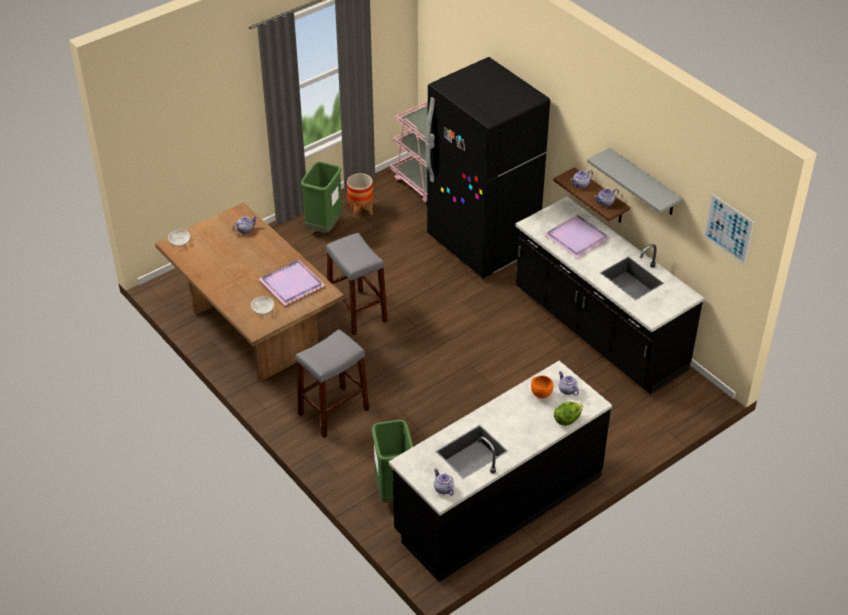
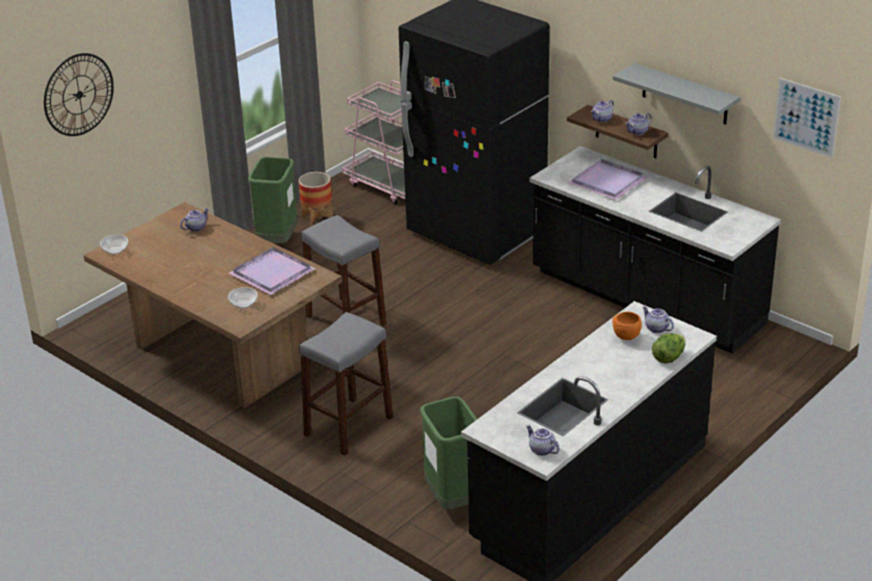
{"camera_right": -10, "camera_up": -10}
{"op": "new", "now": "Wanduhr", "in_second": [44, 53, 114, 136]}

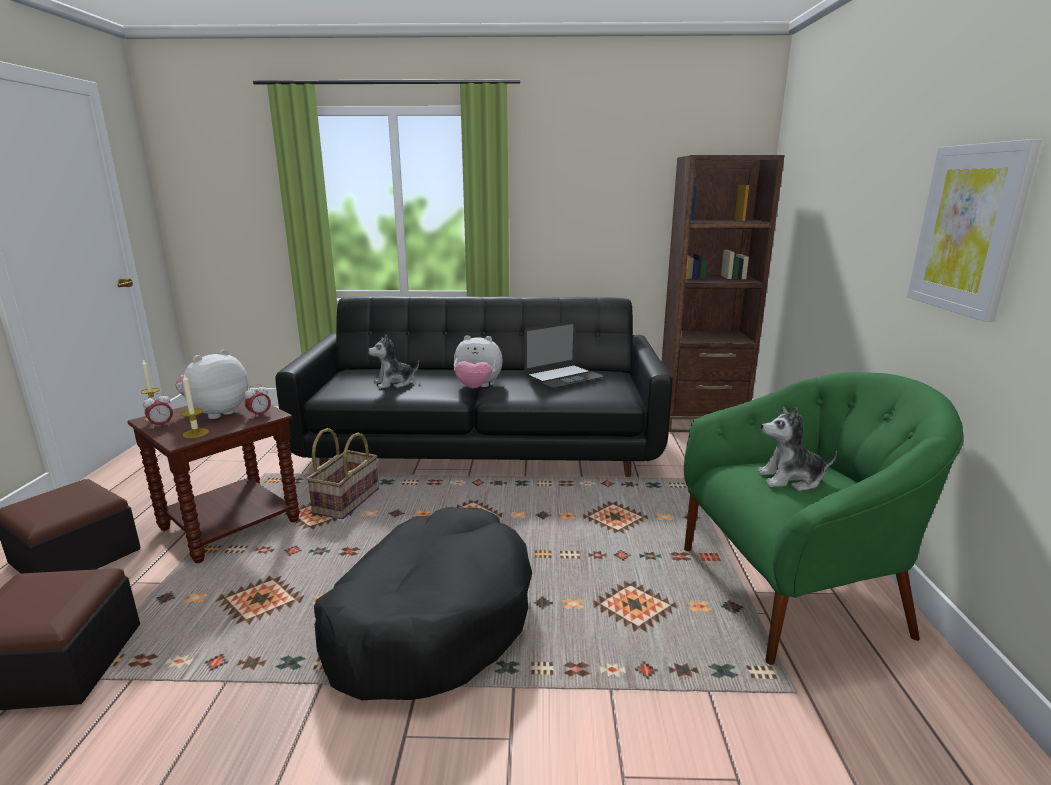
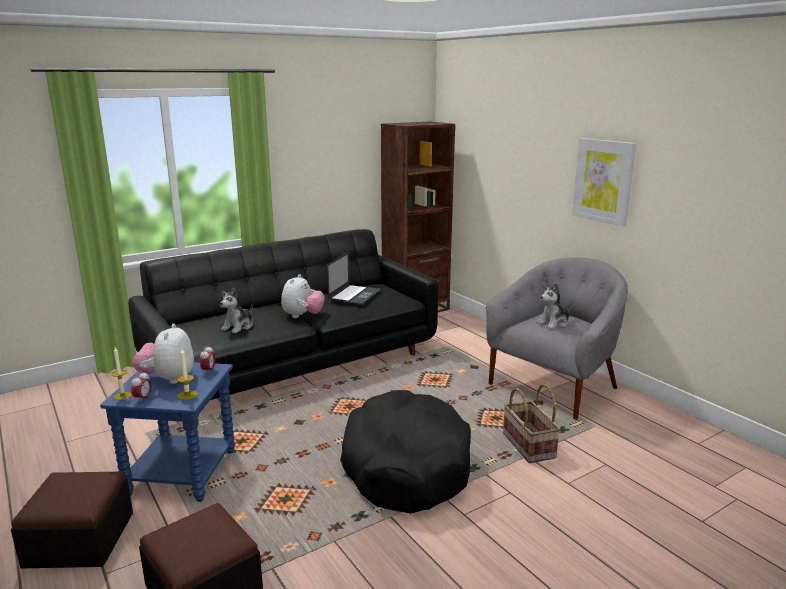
{"camera_right": -35, "camera_up": 0}
{"op": "shifted", "was": "Korb", "in_first": [306, 428, 379, 519], "in_second": [503, 384, 561, 463]}
{"op": "repainted", "was": "Beistelltisch [braun]", "now": "Beistelltisch [blau]", "in_first": [128, 398, 300, 563], "in_second": [100, 362, 235, 502]}
{"op": "repainted", "was": "Sessel [grün]", "now": "Sessel [grau]", "in_first": [684, 372, 964, 665], "in_second": [486, 257, 628, 420]}
{"op": "rotated", "was": "Plüschtier", "in_first": [454, 335, 503, 388], "in_second": [281, 274, 325, 318], "clockwise": -45}

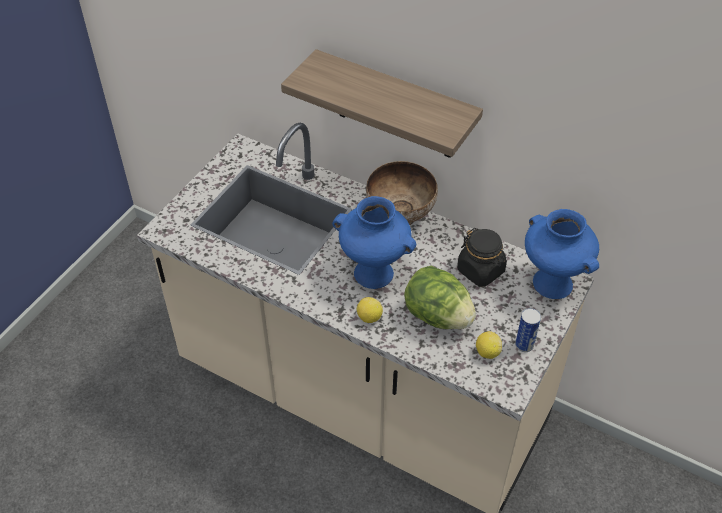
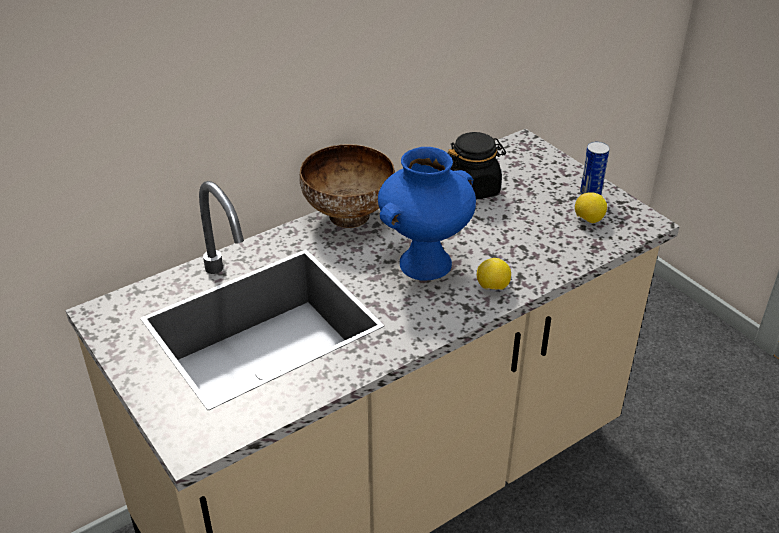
{"camera_right": -65, "camera_up": -10}
{"op": "gone", "was": "Wandregal", "in_first": [281, 49, 483, 158]}
{"op": "gone", "was": "Salatkopf", "in_first": [404, 266, 476, 329]}
{"op": "gone", "was": "Vase [blau]", "in_first": [525, 209, 599, 299]}

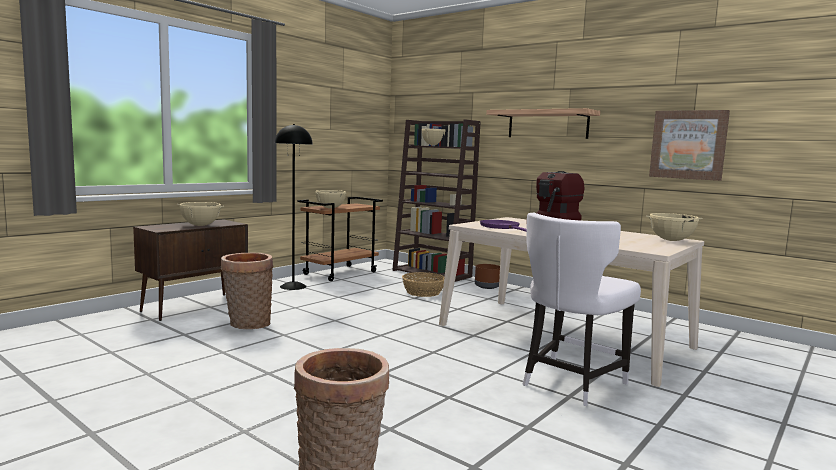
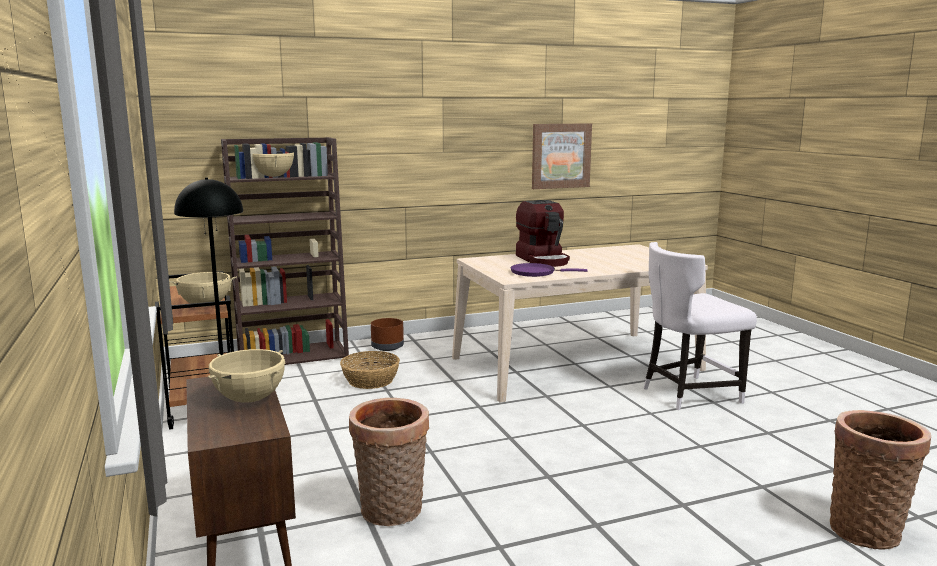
{"camera_right": -60, "camera_up": 5}
{"op": "gone", "was": "Wandregal", "in_first": [486, 108, 600, 139]}
{"op": "gone", "was": "Kochtopf [beige]", "in_first": [646, 213, 702, 241]}
{"op": "rotated", "was": "Stuhl [weiß]", "in_first": [522, 212, 641, 406], "in_second": [644, 242, 757, 410], "clockwise": 90}

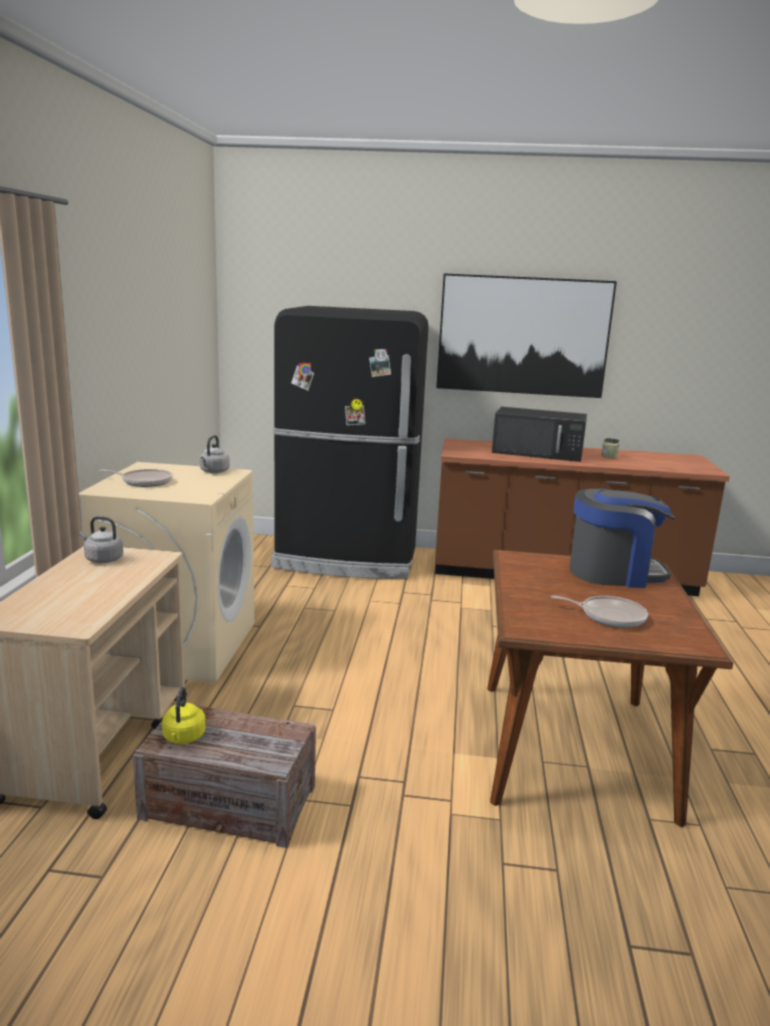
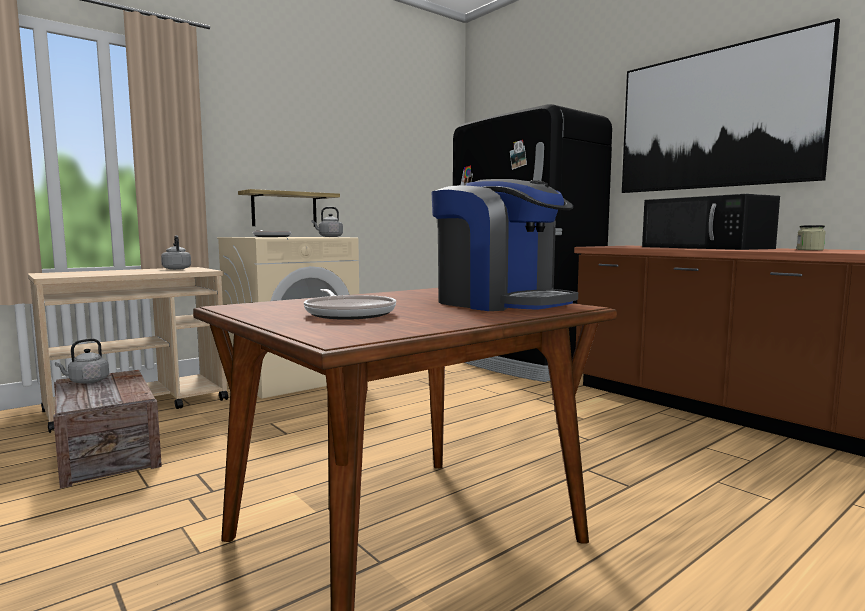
{"camera_right": 45, "camera_up": -10}
{"op": "new", "now": "Wandregal", "in_second": [238, 189, 340, 227]}
{"op": "repainted", "was": "Wasserkessel [gelb]", "now": "Wasserkessel [grau]", "in_first": [162, 687, 205, 744], "in_second": [55, 338, 109, 384]}

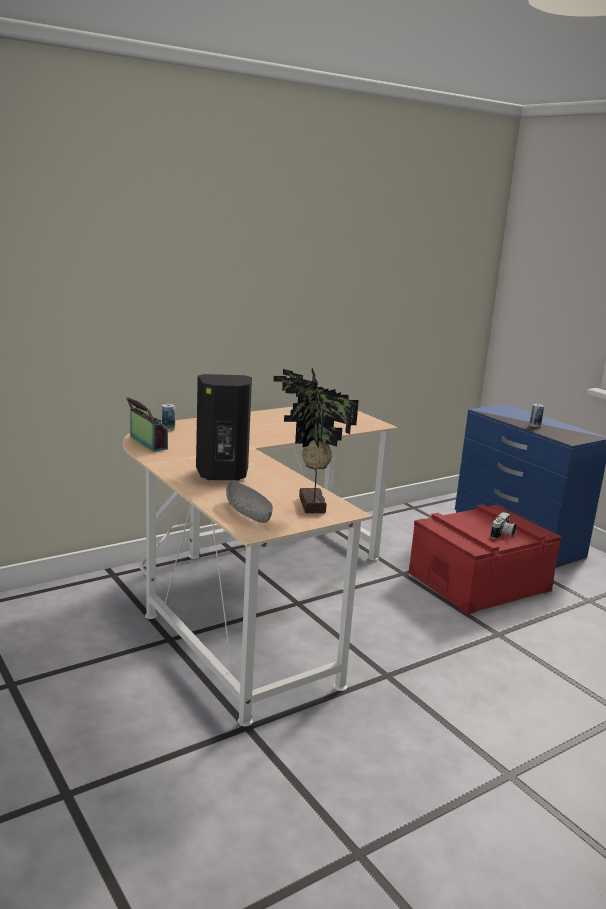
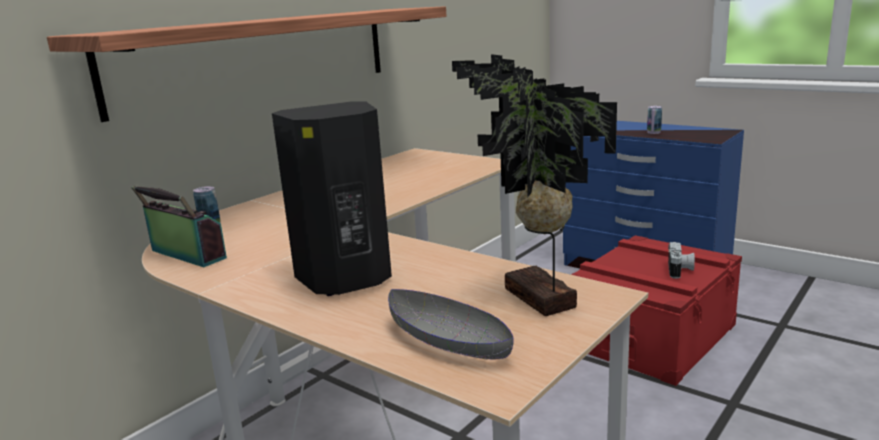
{"camera_right": -15, "camera_up": 0}
{"op": "new", "now": "Wandregal", "in_second": [47, 6, 446, 122]}

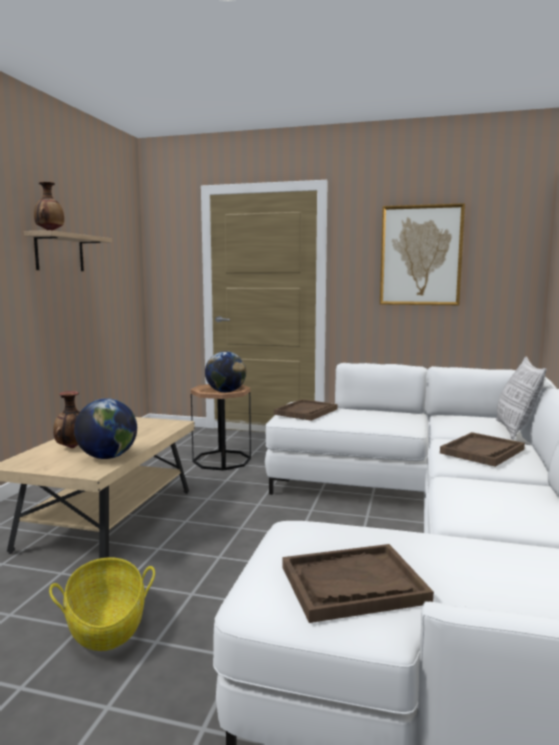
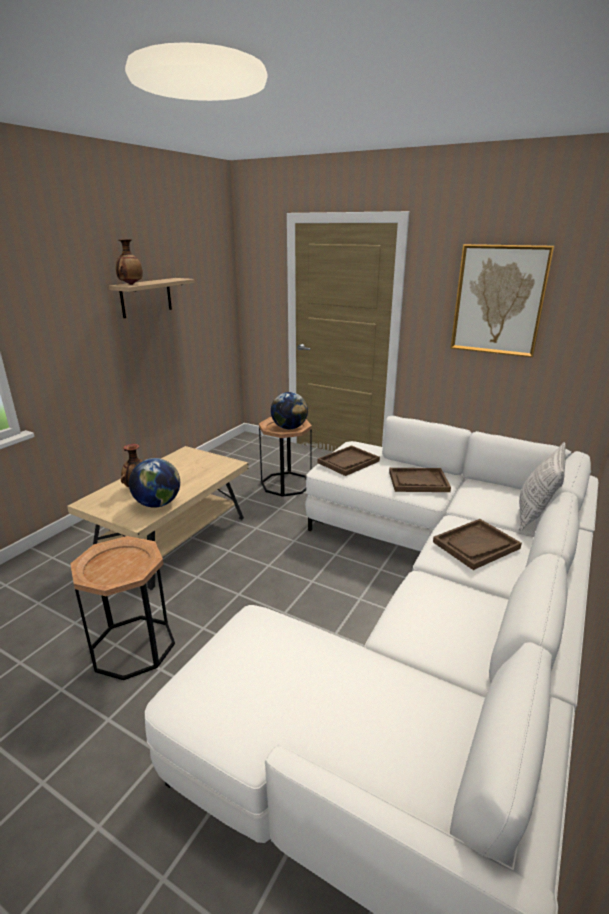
{"camera_right": 15, "camera_up": 15}
{"op": "shifted", "was": "Tablett [braun]", "in_first": [283, 544, 434, 623], "in_second": [389, 468, 451, 492]}
{"op": "swapped", "was": "Korb", "now": "Beistelltisch [braun]", "in_first": [49, 557, 155, 651], "in_second": [70, 536, 175, 680]}

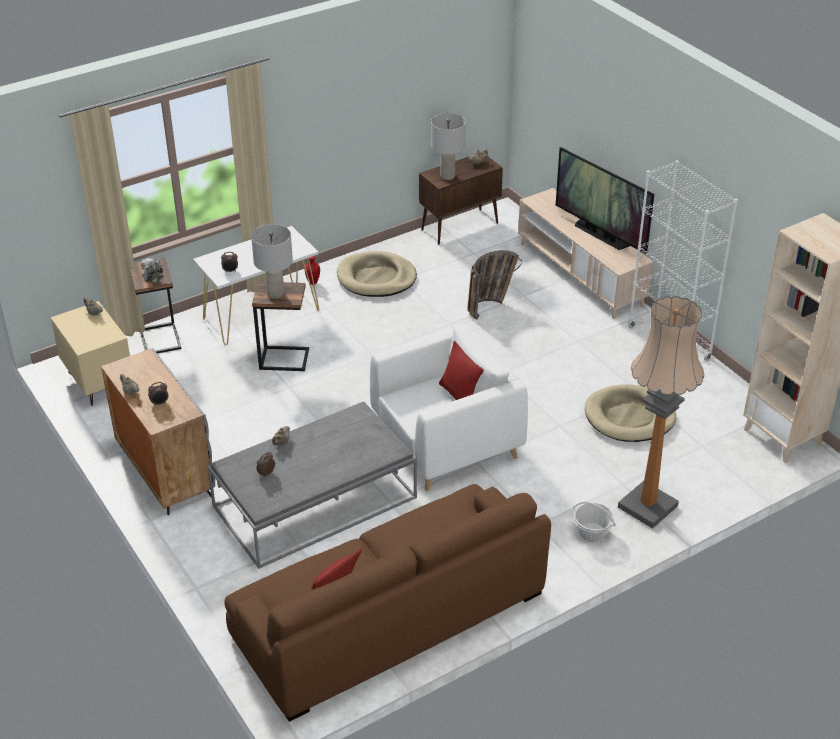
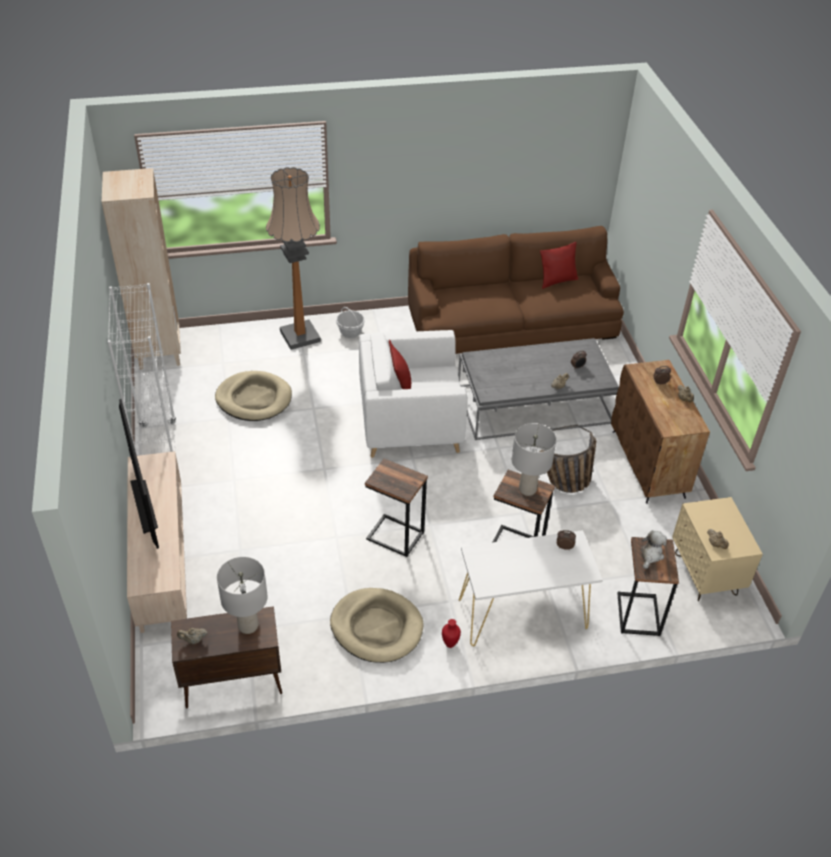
{"camera_right": -160, "camera_up": 5}
{"op": "new", "now": "Beistelltisch", "in_second": [365, 458, 428, 557]}
{"op": "shifted", "was": "Korb", "in_first": [467, 250, 522, 320], "in_second": [539, 425, 596, 493]}
{"op": "repainted", "was": "Schrank [grau]", "now": "Schrank [braun]", "in_first": [101, 348, 215, 515], "in_second": [611, 360, 710, 504]}

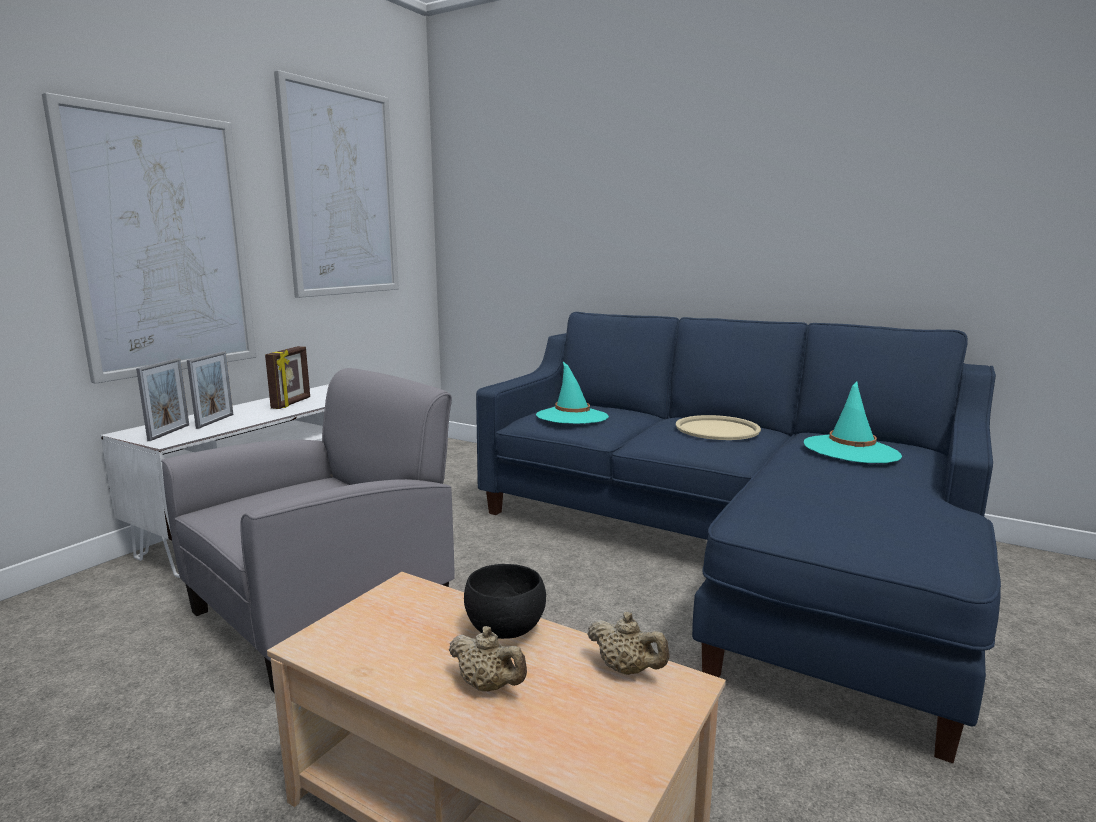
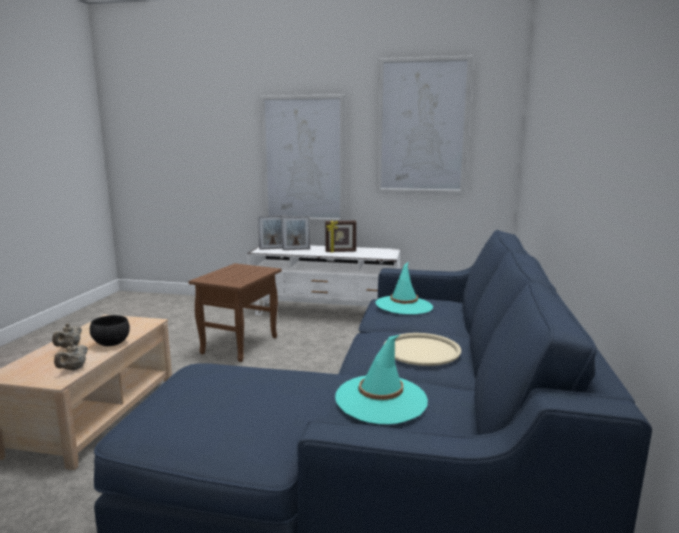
{"camera_right": 70, "camera_up": 0}
{"op": "swapped", "was": "Sessel [grau]", "now": "Beistelltisch [braun]", "in_first": [161, 368, 455, 692], "in_second": [188, 263, 282, 362]}

